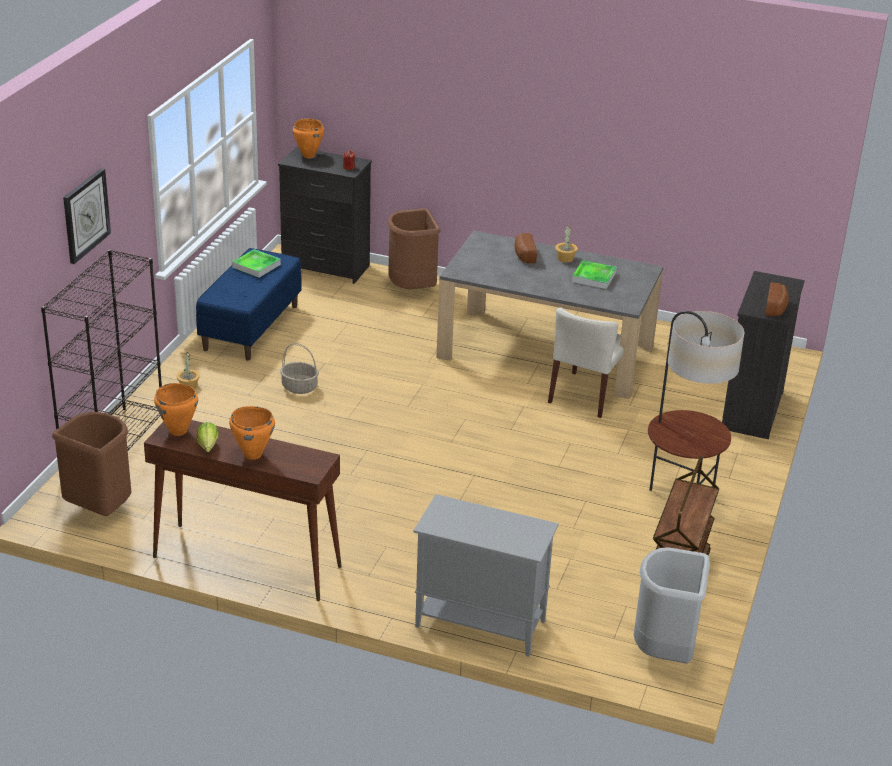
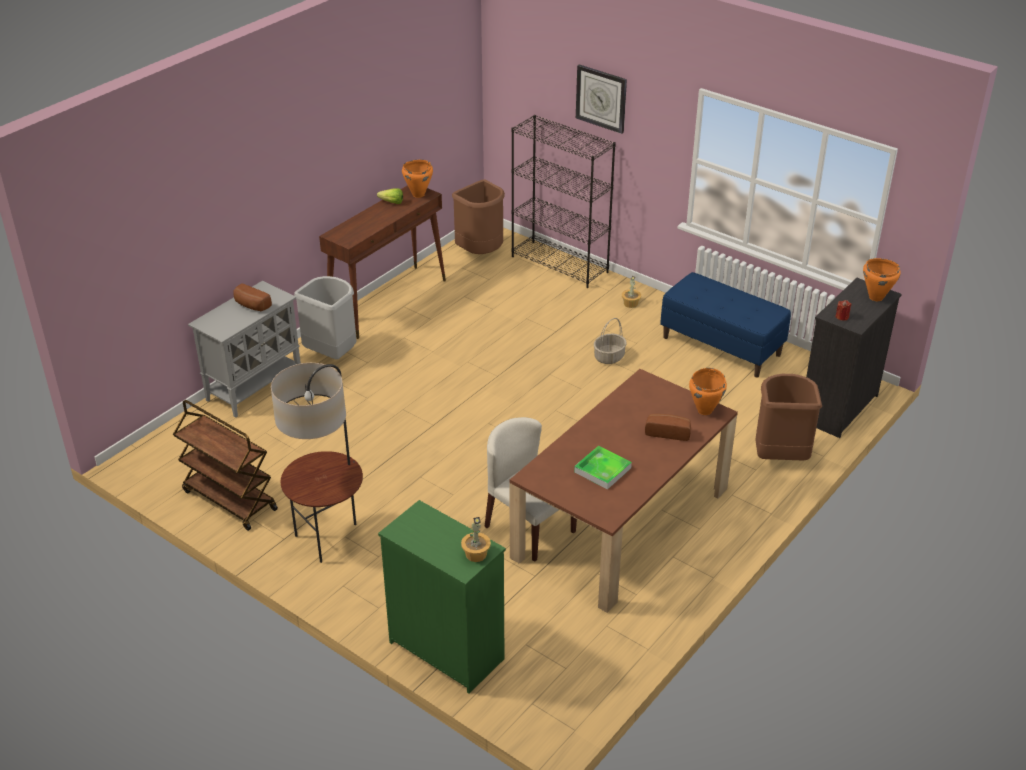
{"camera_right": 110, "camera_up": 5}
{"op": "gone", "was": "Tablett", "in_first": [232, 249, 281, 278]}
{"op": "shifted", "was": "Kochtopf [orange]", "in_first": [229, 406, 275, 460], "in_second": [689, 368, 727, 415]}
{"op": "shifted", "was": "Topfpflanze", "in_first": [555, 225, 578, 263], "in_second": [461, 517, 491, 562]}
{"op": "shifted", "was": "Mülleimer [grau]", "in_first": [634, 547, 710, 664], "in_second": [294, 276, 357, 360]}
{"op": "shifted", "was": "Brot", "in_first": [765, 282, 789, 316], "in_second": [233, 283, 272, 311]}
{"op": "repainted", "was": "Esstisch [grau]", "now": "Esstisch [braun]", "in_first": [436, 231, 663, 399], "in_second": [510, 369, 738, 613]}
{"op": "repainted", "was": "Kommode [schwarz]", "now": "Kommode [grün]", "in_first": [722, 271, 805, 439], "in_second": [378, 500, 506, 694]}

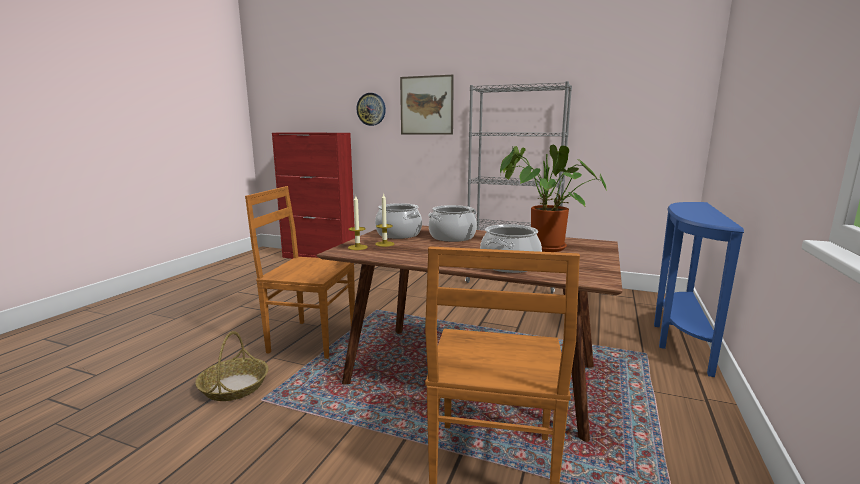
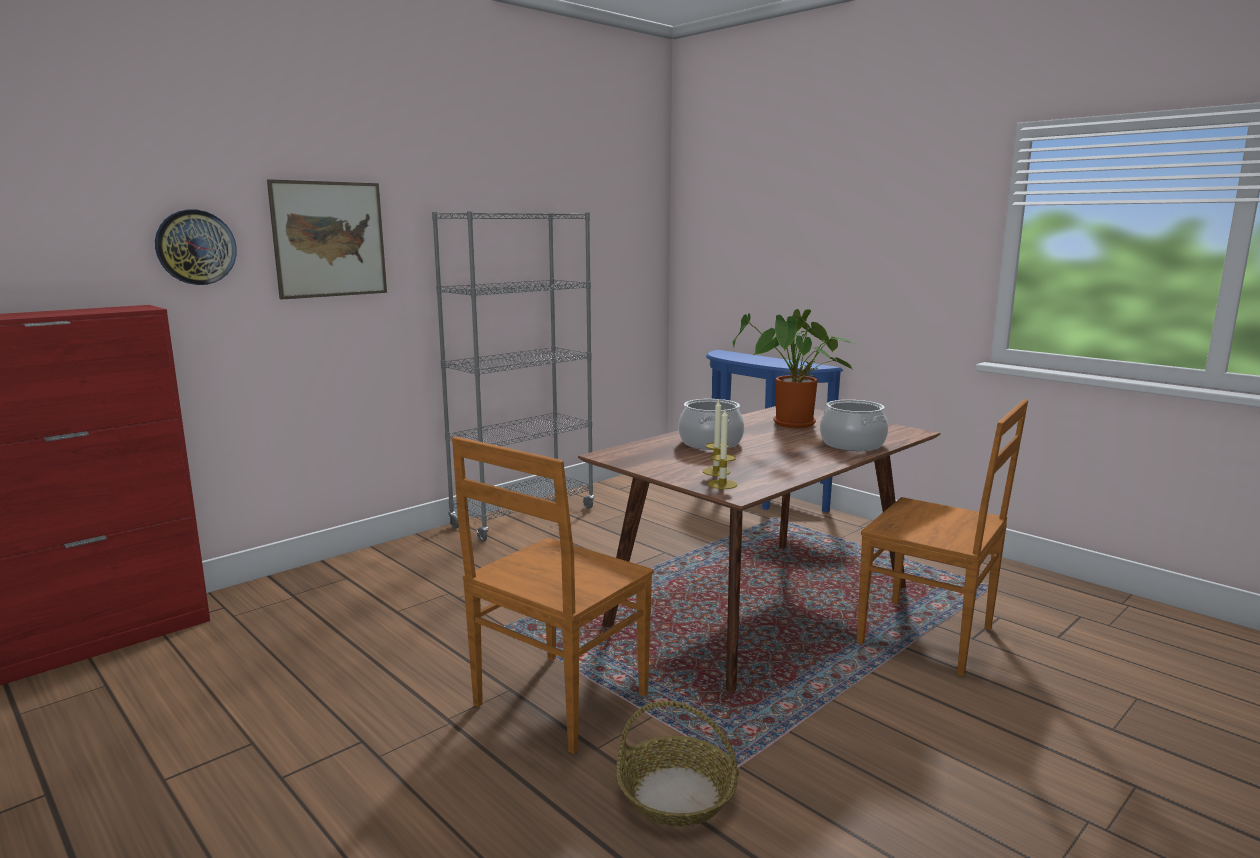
{"camera_right": -65, "camera_up": 0}
{"op": "gone", "was": "Kochtopf", "in_first": [375, 203, 422, 239]}

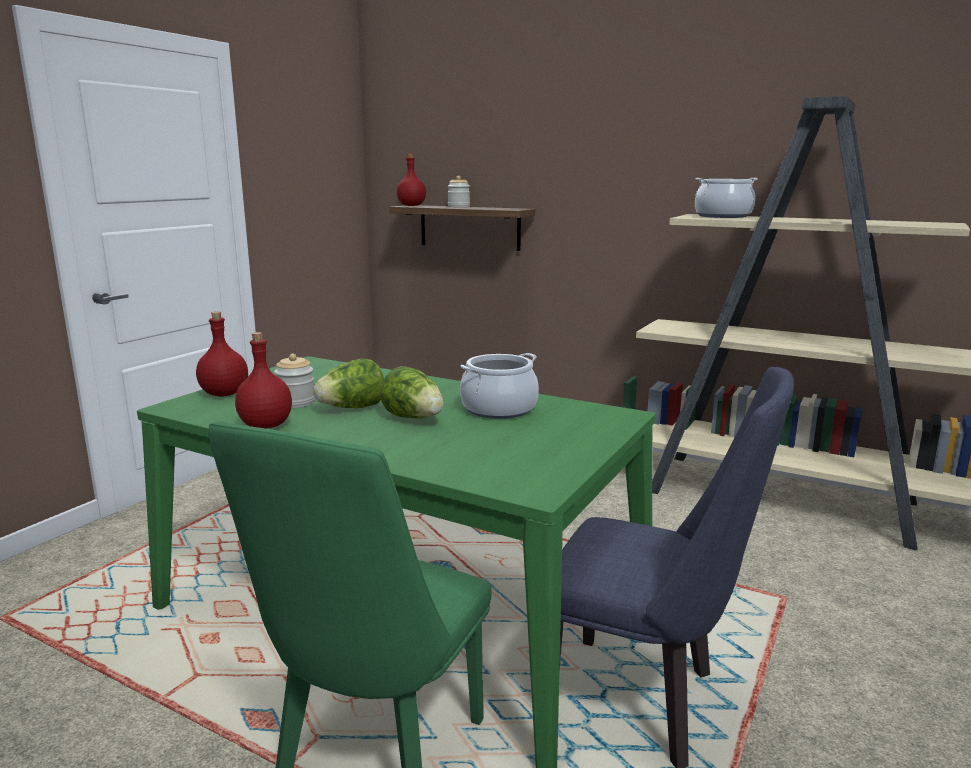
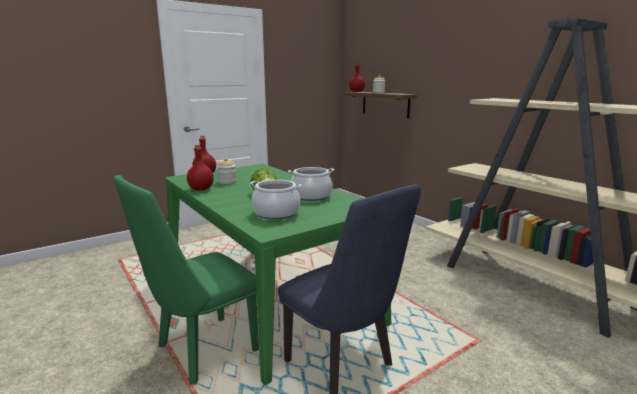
{"camera_right": 25, "camera_up": 0}
{"op": "gone", "was": "Salatkopf", "in_first": [313, 359, 384, 408]}
{"op": "shifted", "was": "Kochtopf", "in_first": [695, 178, 758, 218], "in_second": [250, 180, 302, 220]}

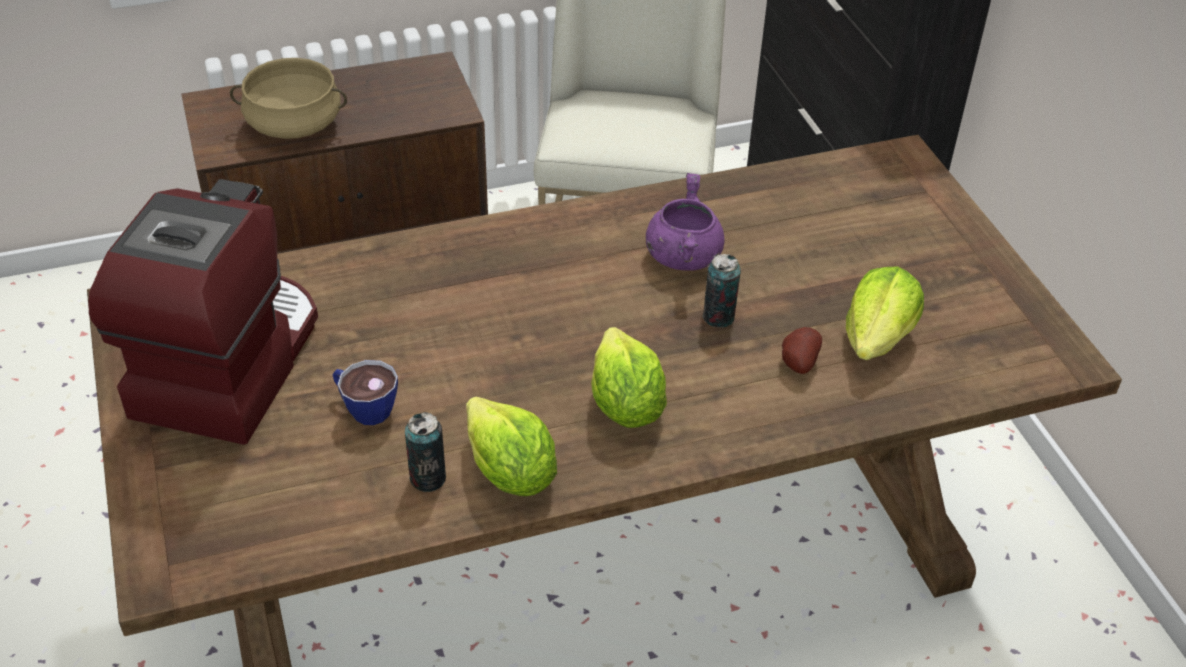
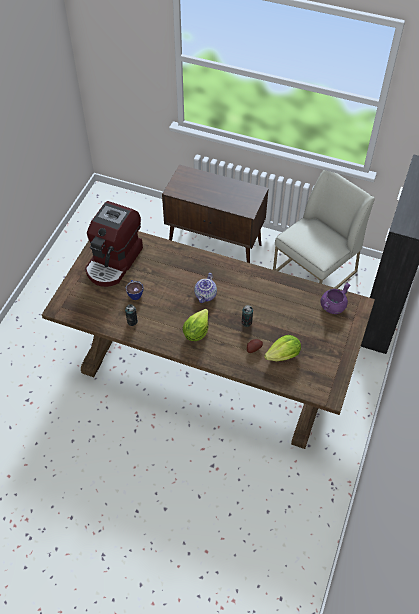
{"camera_right": 40, "camera_up": 10}
{"op": "gone", "was": "Kochtopf [beige]", "in_first": [230, 58, 347, 139]}
{"op": "gone", "was": "Salatkopf", "in_first": [466, 397, 557, 496]}
{"op": "new", "now": "Teekanne", "in_second": [194, 273, 217, 303]}
{"op": "shifted", "was": "Kochtopf [lila]", "in_first": [646, 173, 725, 271], "in_second": [321, 283, 351, 314]}
{"op": "rotated", "was": "Kaffeemaschine", "in_first": [88, 179, 318, 445], "in_second": [85, 201, 143, 287], "clockwise": 150}

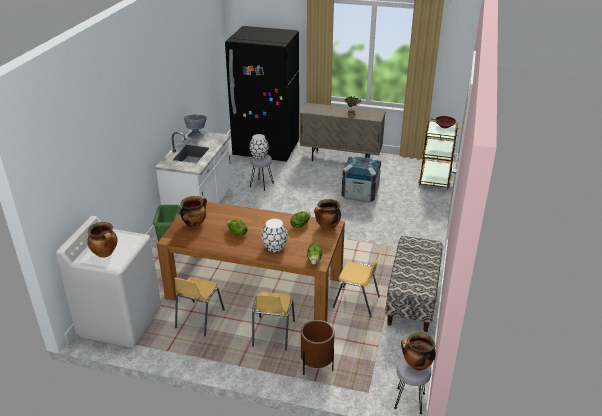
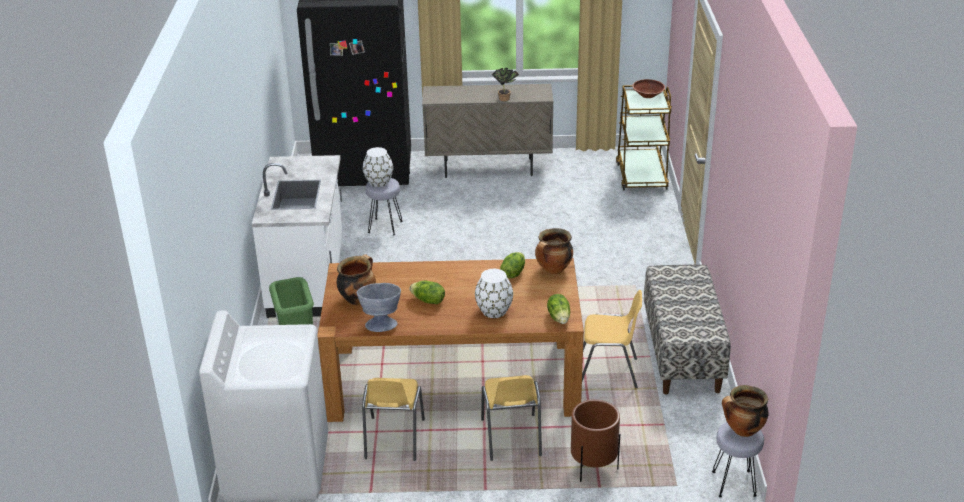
{"camera_right": -15, "camera_up": 0}
{"op": "gone", "was": "Kochtopf", "in_first": [87, 222, 118, 258]}
{"op": "gone", "was": "Kiste", "in_first": [342, 156, 381, 202]}
{"op": "shifted", "was": "Schüssel [grau]", "in_first": [184, 114, 207, 138], "in_second": [357, 283, 401, 332]}

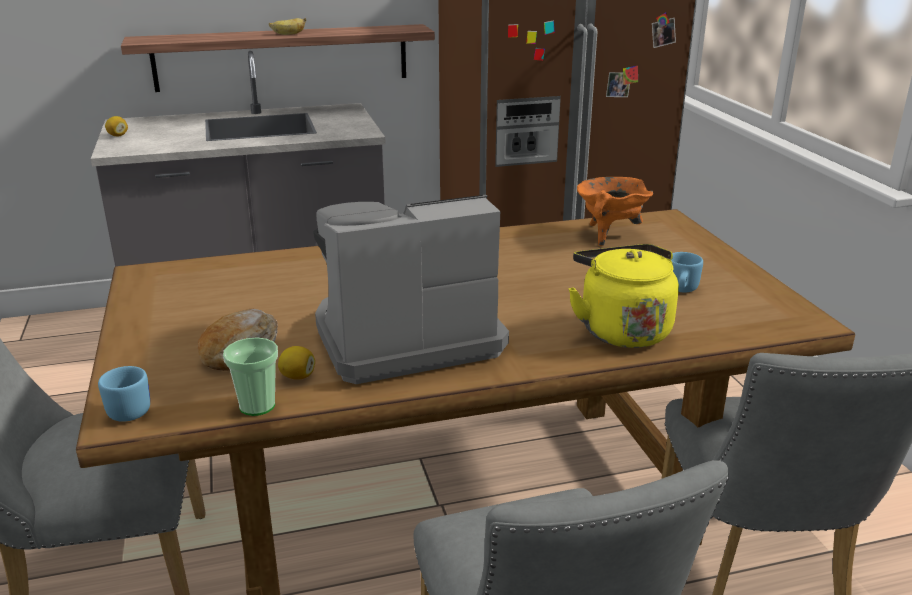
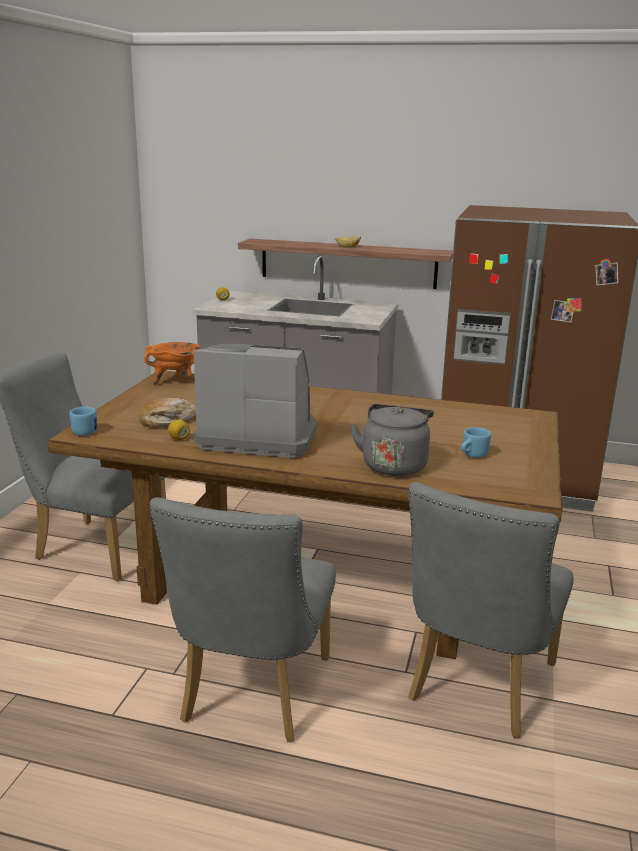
{"camera_right": 30, "camera_up": -5}
{"op": "gone", "was": "Tasse", "in_first": [223, 337, 278, 416]}
{"op": "shifted", "was": "Kochtopf [orange]", "in_first": [577, 177, 653, 246], "in_second": [144, 342, 200, 385]}
{"op": "repainted", "was": "Wasserkessel [gelb]", "now": "Wasserkessel [grau]", "in_first": [568, 244, 679, 348], "in_second": [350, 404, 434, 476]}

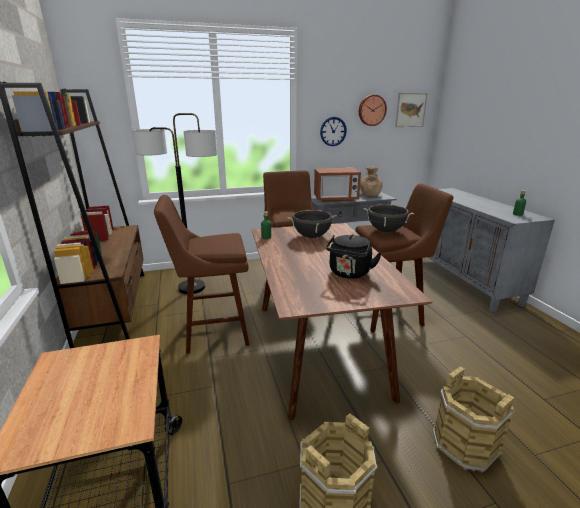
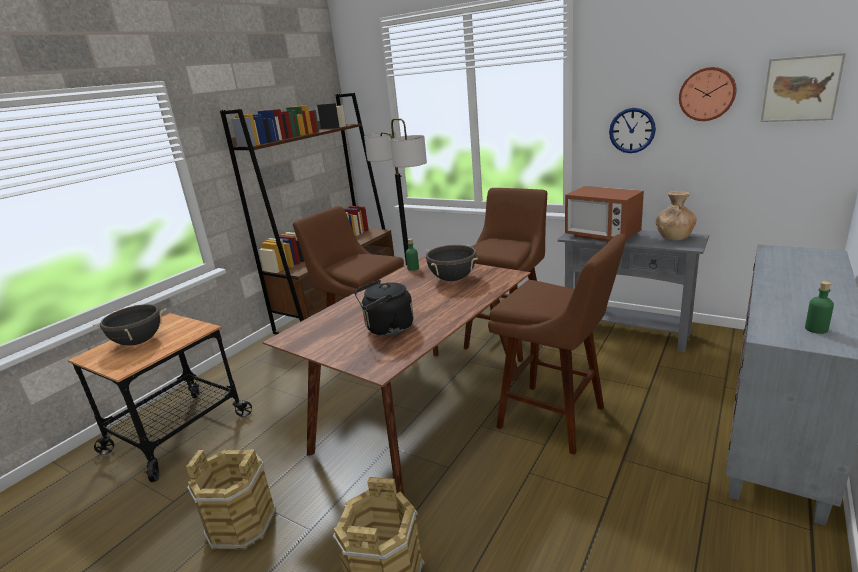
{"camera_right": 50, "camera_up": 0}
{"op": "shifted", "was": "Kochtopf [schwarz]", "in_first": [363, 205, 414, 232], "in_second": [93, 304, 166, 346]}

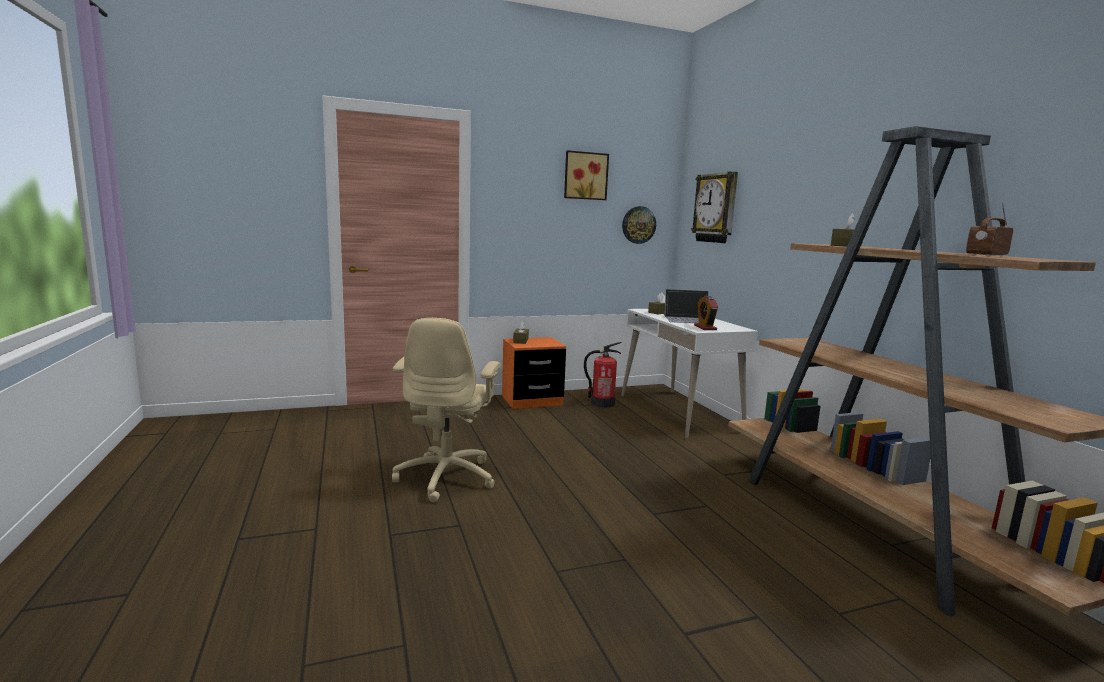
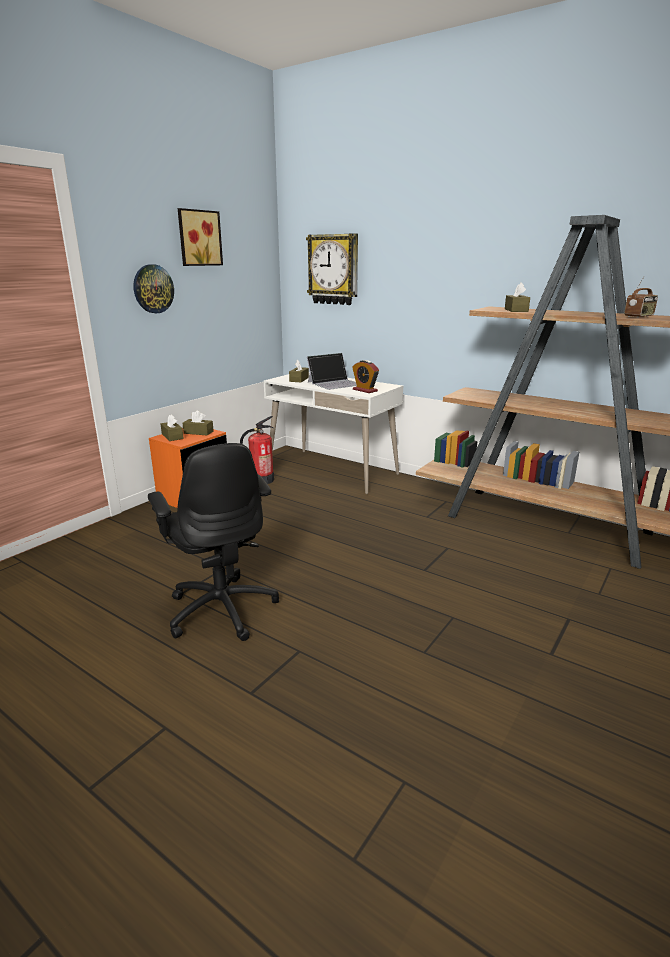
{"camera_right": -35, "camera_up": 10}
{"op": "new", "now": "Taschentuchbox [braun]", "in_second": [183, 411, 214, 435]}
{"op": "shifted", "was": "Wanduhr", "in_first": [622, 206, 656, 244], "in_second": [133, 264, 174, 313]}
{"op": "repainted", "was": "Bürostuhl [beige]", "now": "Bürostuhl [schwarz]", "in_first": [392, 318, 500, 502], "in_second": [148, 443, 279, 641]}
{"op": "rotated", "was": "Radio", "in_first": [966, 202, 1013, 256], "in_second": [624, 277, 658, 318], "clockwise": -150}

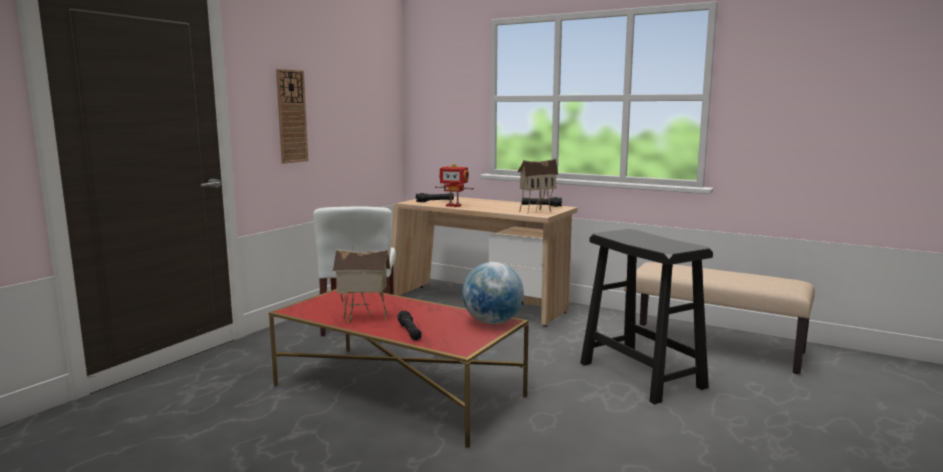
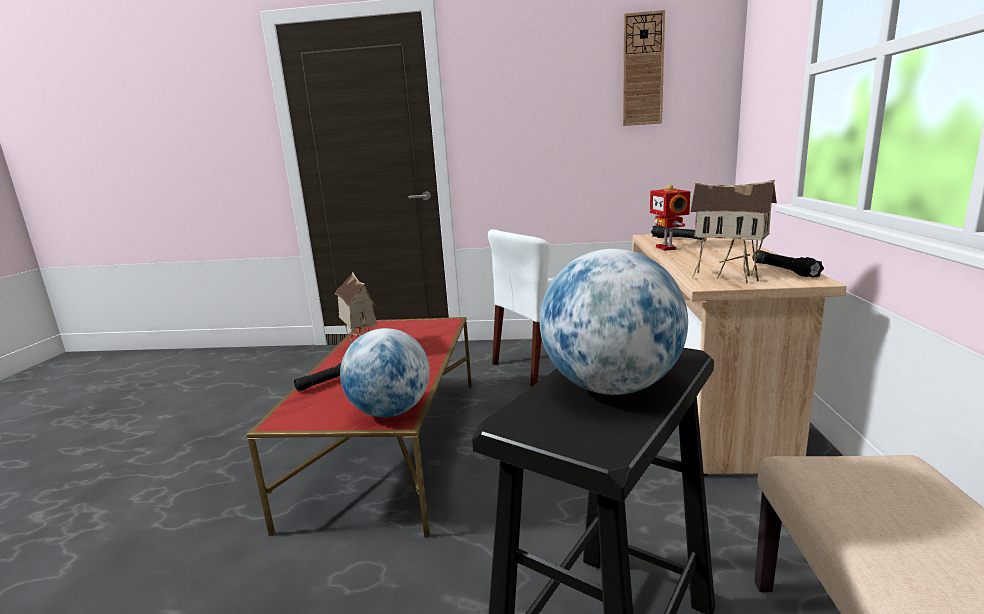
{"camera_right": 65, "camera_up": 5}
{"op": "new", "now": "Globus", "in_second": [540, 249, 688, 395]}
{"op": "shifted", "was": "Wanduhr", "in_first": [276, 69, 308, 164], "in_second": [623, 10, 665, 126]}

